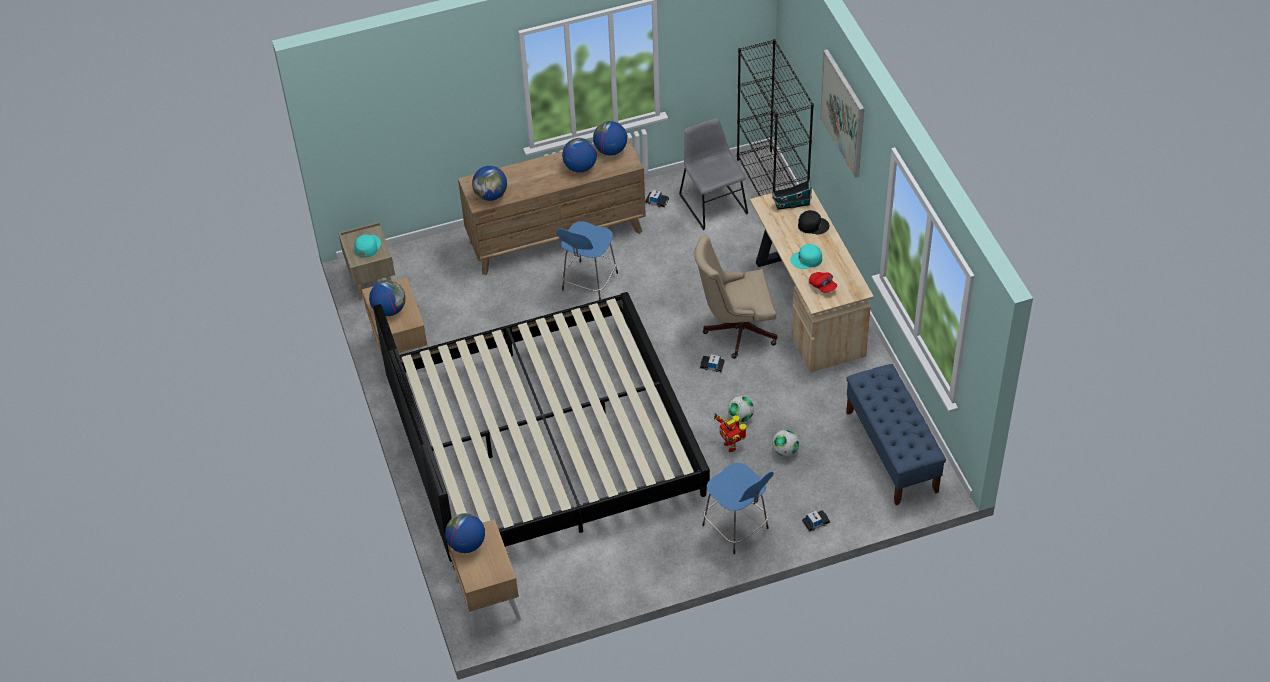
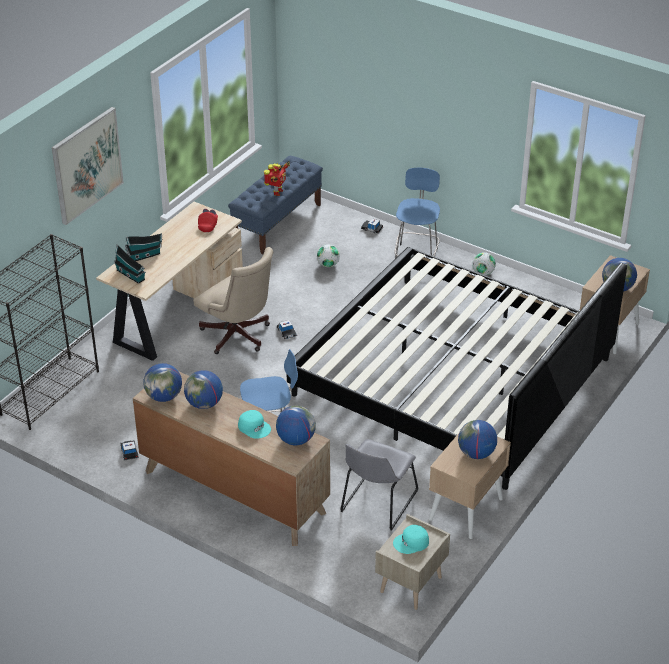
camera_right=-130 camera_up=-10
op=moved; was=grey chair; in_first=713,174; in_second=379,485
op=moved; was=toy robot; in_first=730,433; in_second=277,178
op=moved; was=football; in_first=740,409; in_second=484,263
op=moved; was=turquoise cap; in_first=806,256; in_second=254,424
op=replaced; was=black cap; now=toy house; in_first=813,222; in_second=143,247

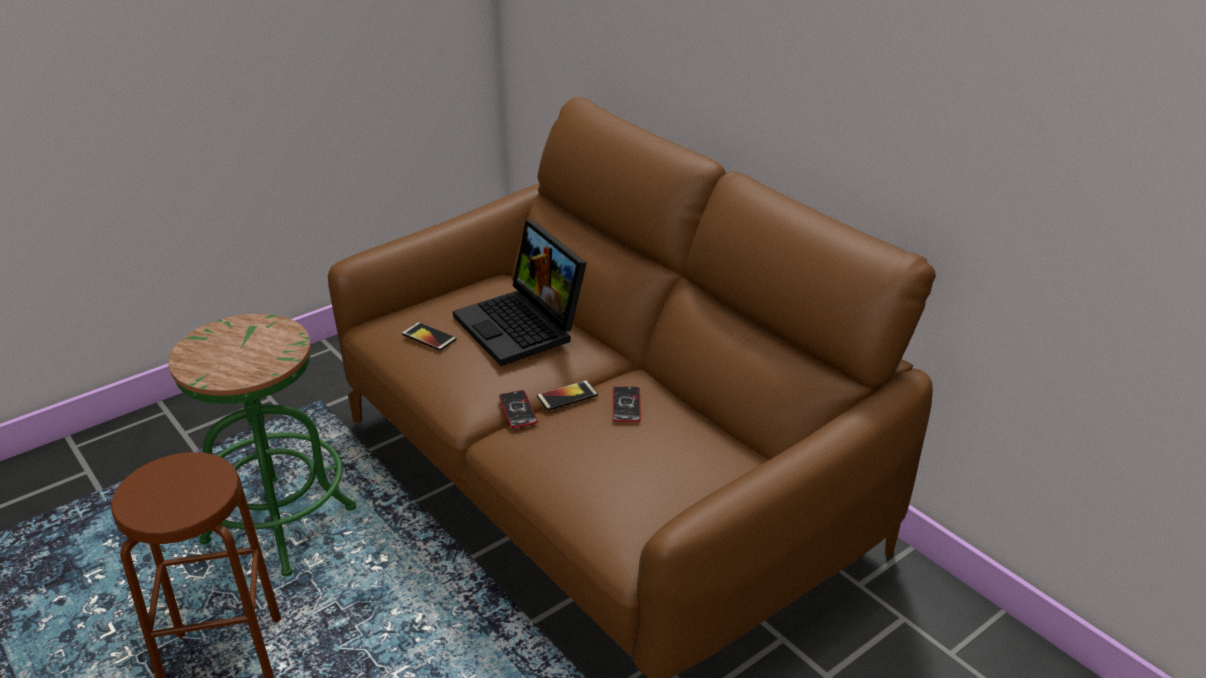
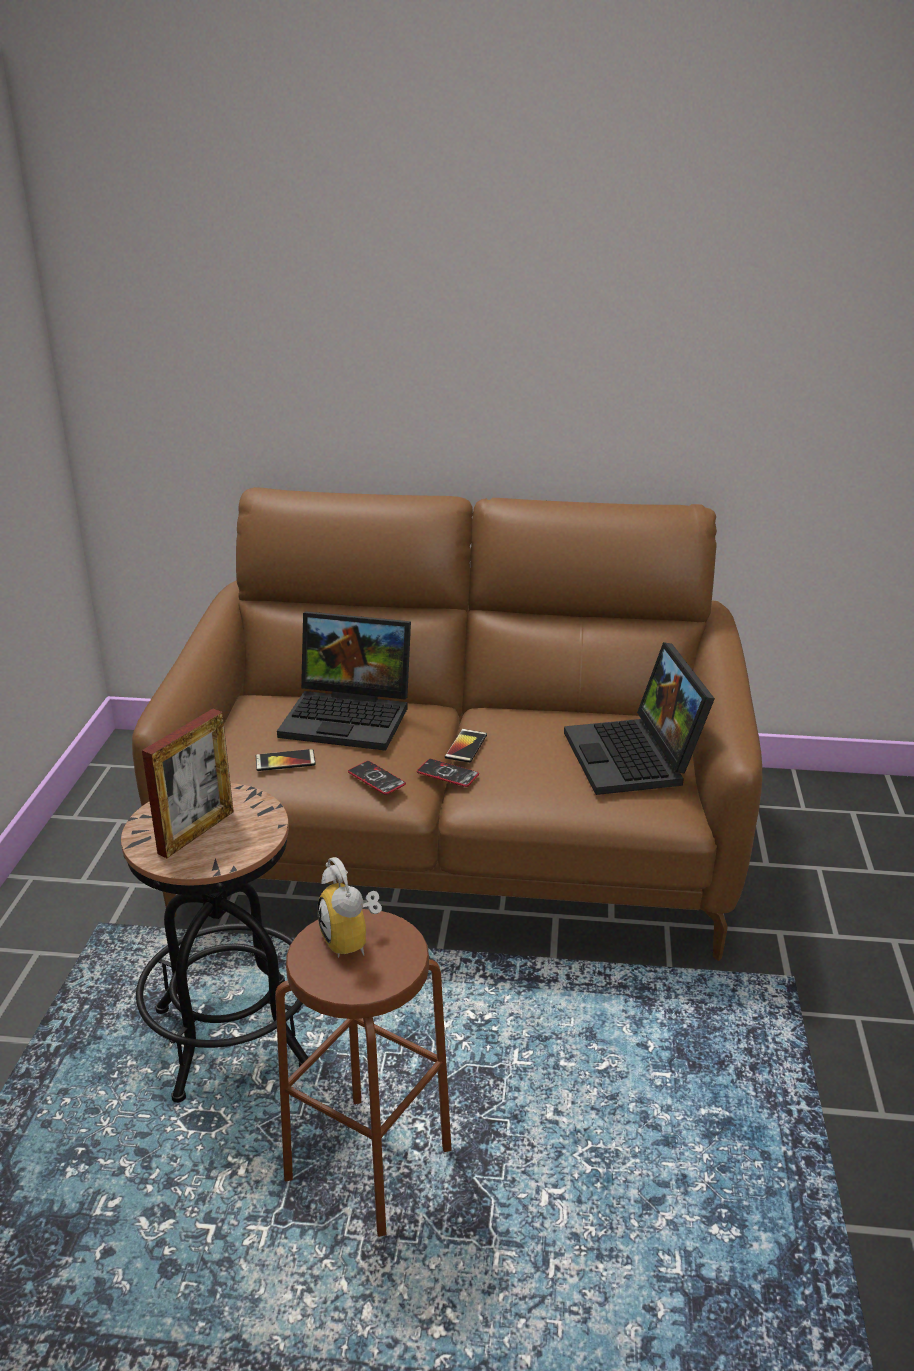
camera_right=-45 camera_up=-5
op=added; now=picture frame; in_second=188,783
op=added; now=alarm clock; in_second=349,907
op=added; now=laptop; in_second=639,718
op=moved; was=phone; in_first=627,404; in_second=377,778
op=recoloured; was=green stool; now=black stool; in_first=262,445; in_second=215,943

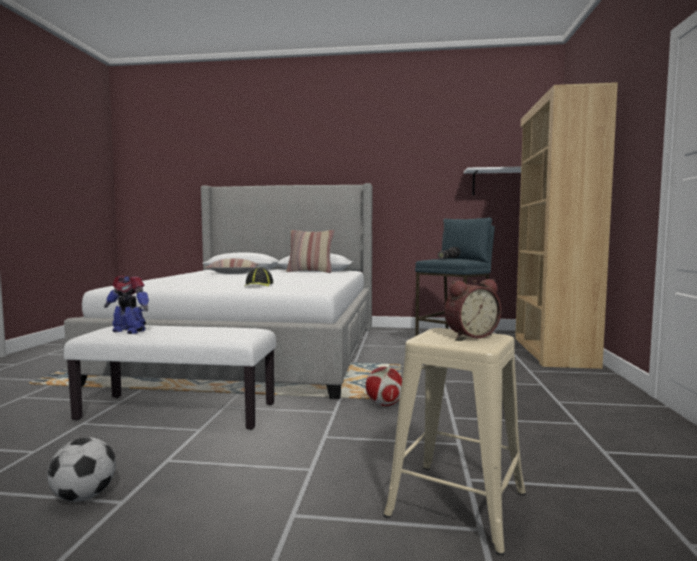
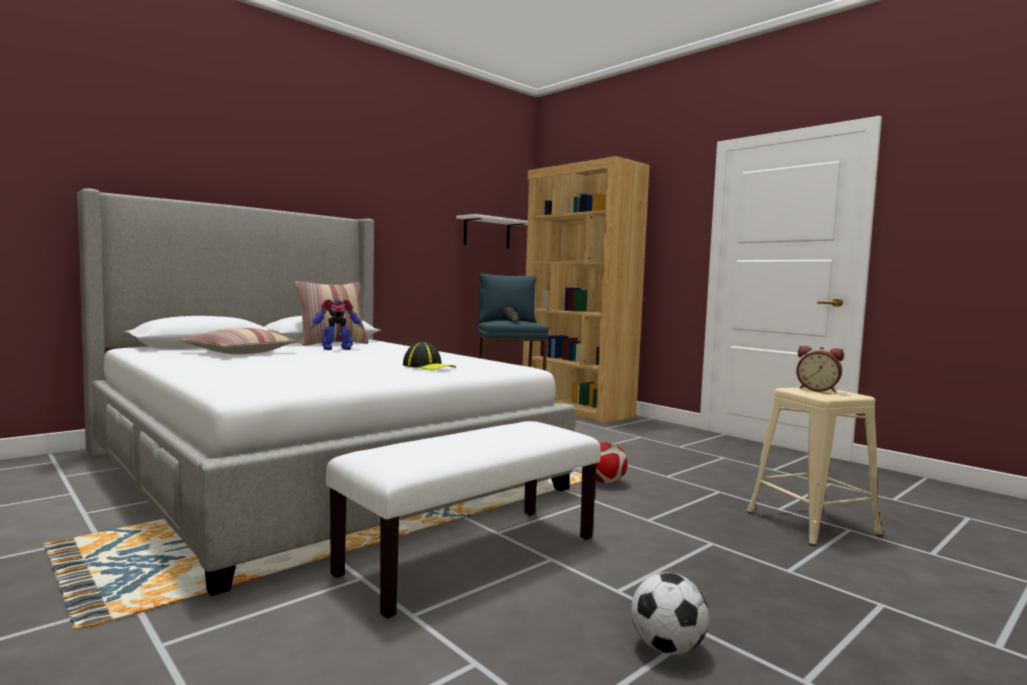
camera_right=-50 camera_up=0
op=moved; was=toy robot; in_first=126,305; in_second=337,324
op=turned; was=alarm clock; in_first=472,309; in_second=820,369; clockwise=105

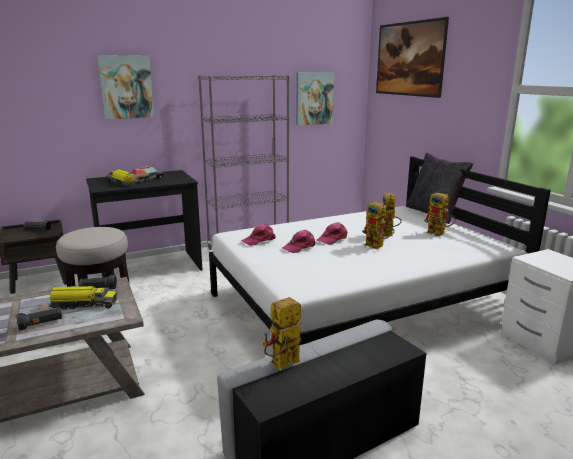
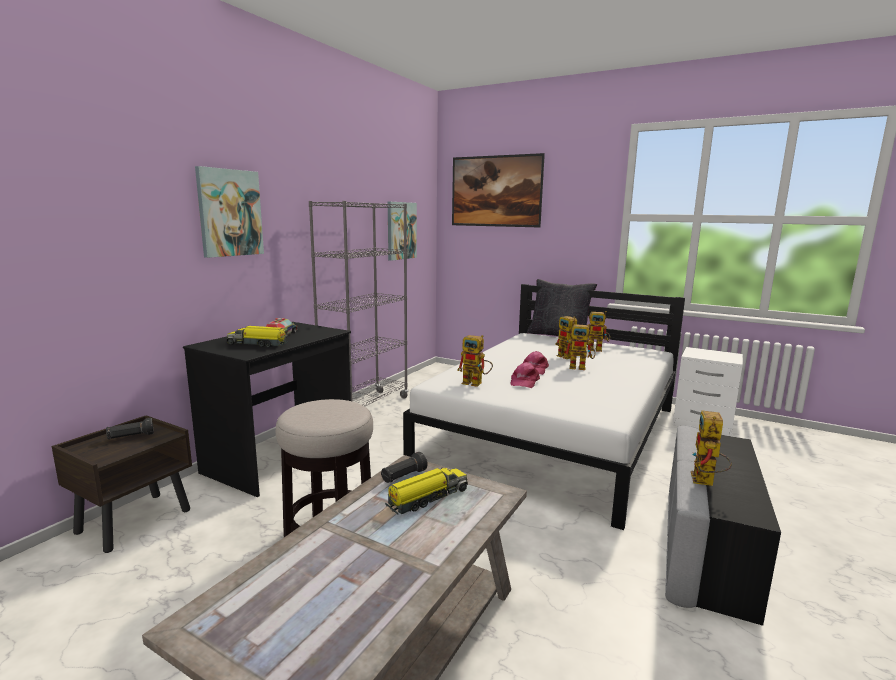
camera_right=-35 camera_up=-5
op=removed; was=black flashlight; in_first=39,318
op=replaced; was=pink cap; now=toy robot; in_first=258,235; in_second=475,361

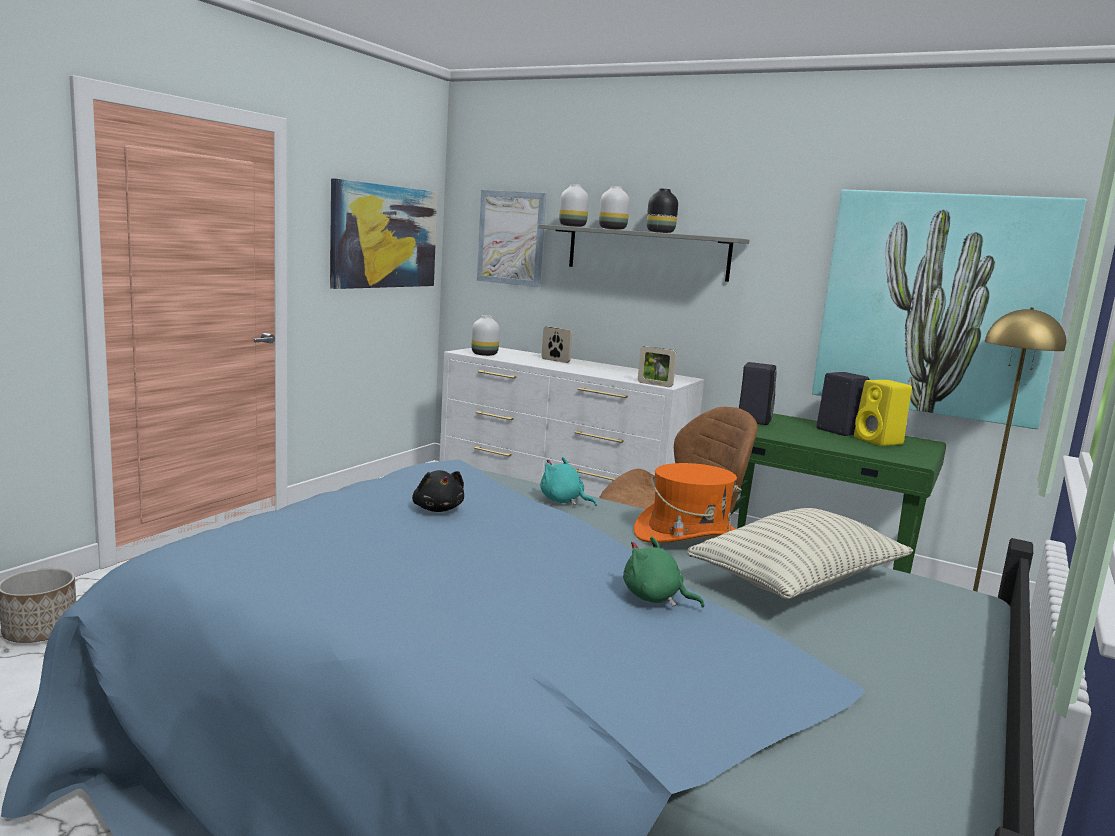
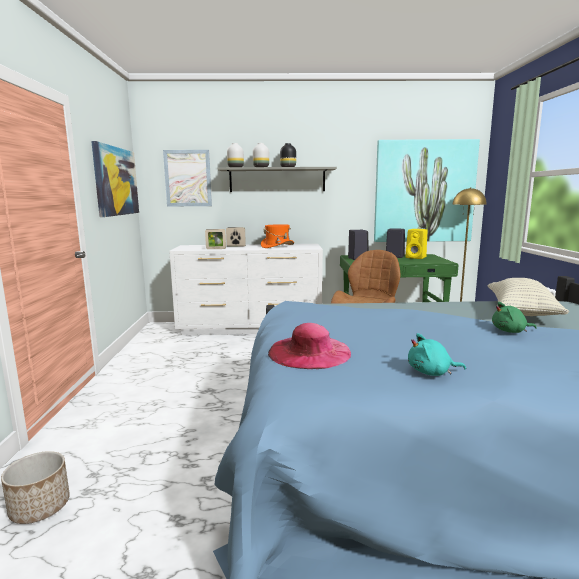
camera_right=-30 camera_up=0
op=removed; was=black plush toy; in_first=438,491
op=removed; was=white vase; in_first=485,335
op=added; now=pink hat; in_second=309,346
op=moved; was=turquoise plush toy; in_first=568,481; in_second=437,354
op=moved; was=orange hat; in_first=688,503; in_second=277,236
op=moved; was=picture frame; in_first=657,366; in_second=215,239

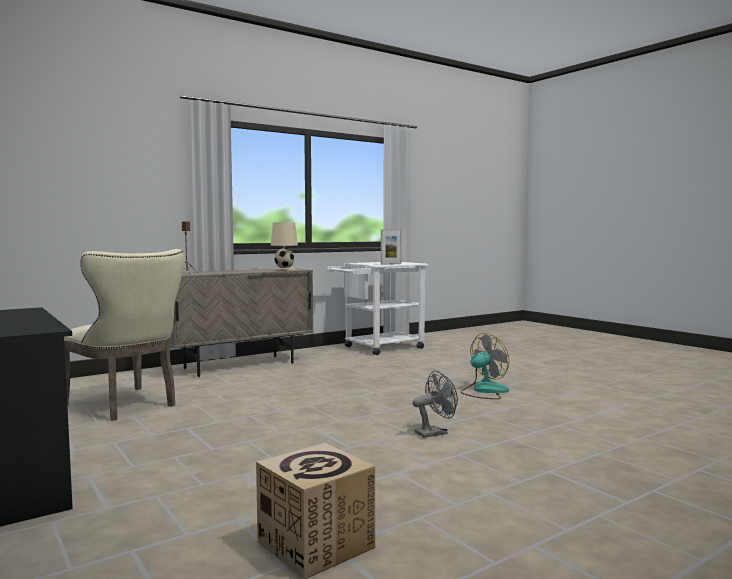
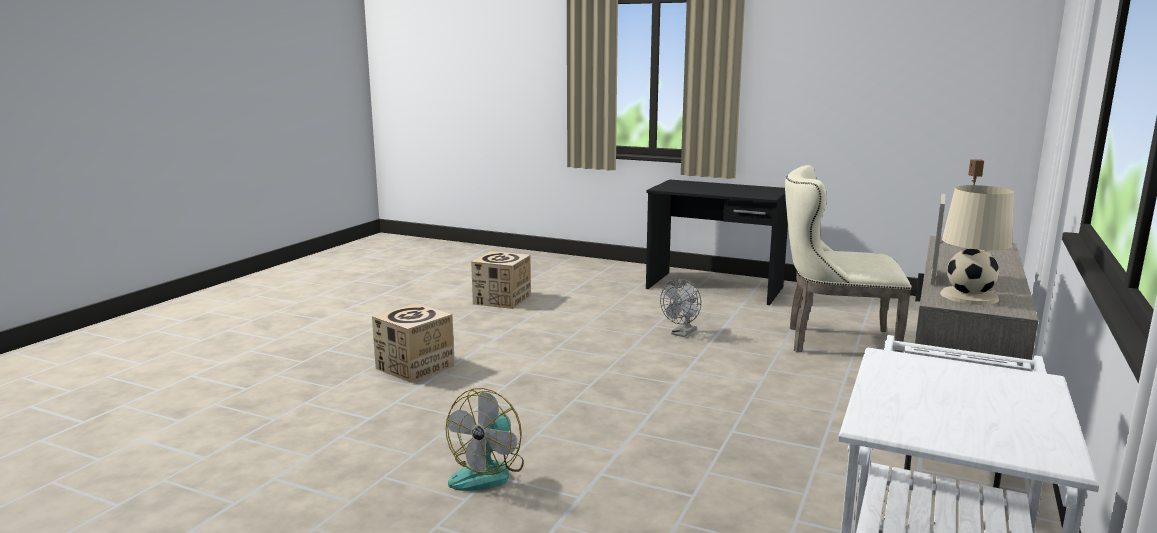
camera_right=150 camera_up=10
op=added; now=cardboard box; in_second=413,343
op=moved; was=picture frame; in_first=391,247; in_second=937,239
op=moved; was=grey fan; in_first=435,404; in_second=680,308

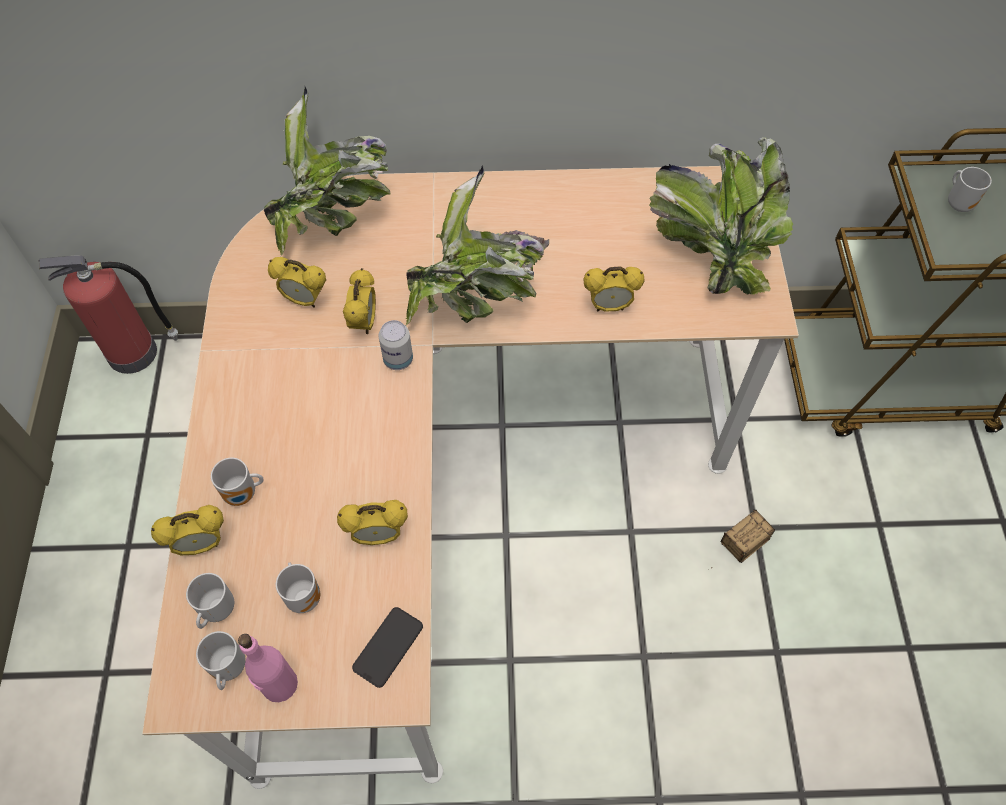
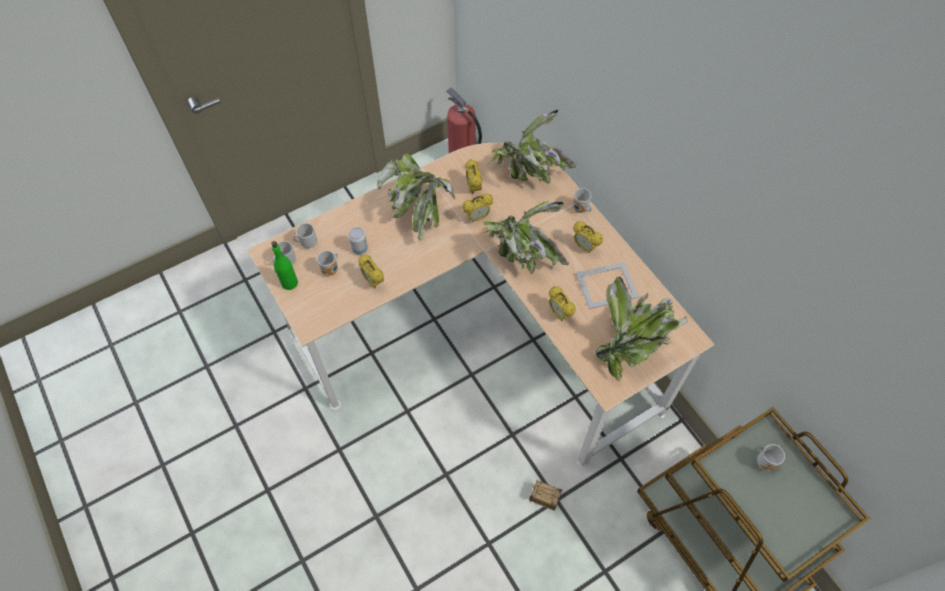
camera_right=60 camera_up=0
op=removed; was=phone; in_first=387,647
op=added; now=potted plant; in_second=416,197
op=added; now=picture frame; in_second=607,285
op=moved; was=alarm clock; in_first=187,530; in_second=588,237
op=moved; was=mug; in_first=237,482; in_second=582,200
op=moved; was=can; in_first=396,345; in_second=358,241
op=recoloured; was=pink bottle; now=green bottle; in_first=268,668; in_second=284,265

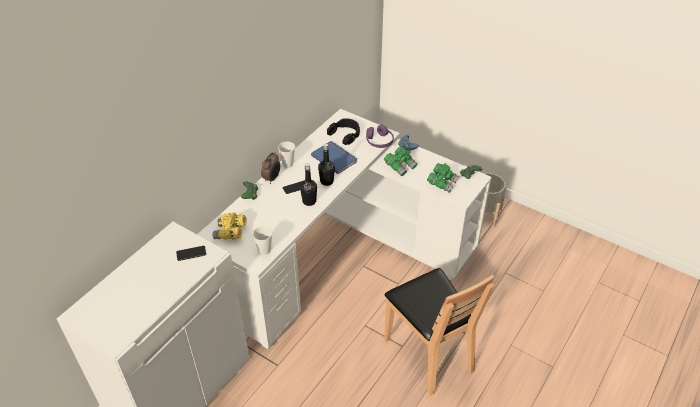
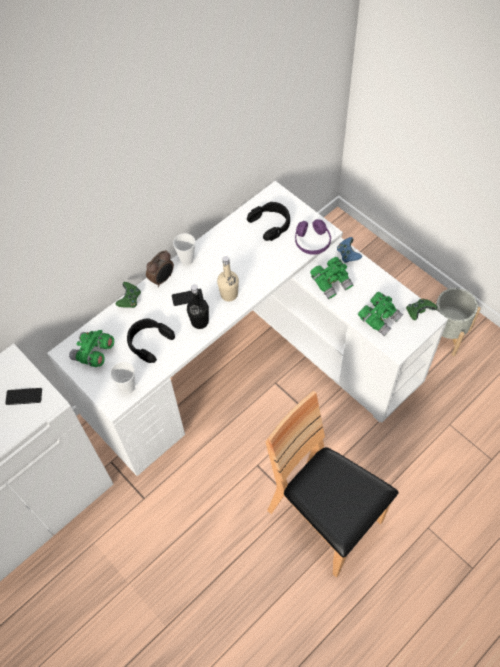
camera_right=15 camera_up=15
op=removed; was=blue book; in_first=334,157
op=added; now=black headphones; in_second=151,341
op=recoloured; was=yellow binoculars; now=green binoculars; in_first=229,226; in_second=91,348
op=recoloured; was=black bottle; now=beige bottle; in_first=326,165; in_second=228,279
op=turned; was=brown chair; in_first=439,332; in_second=331,484; clockwise=150

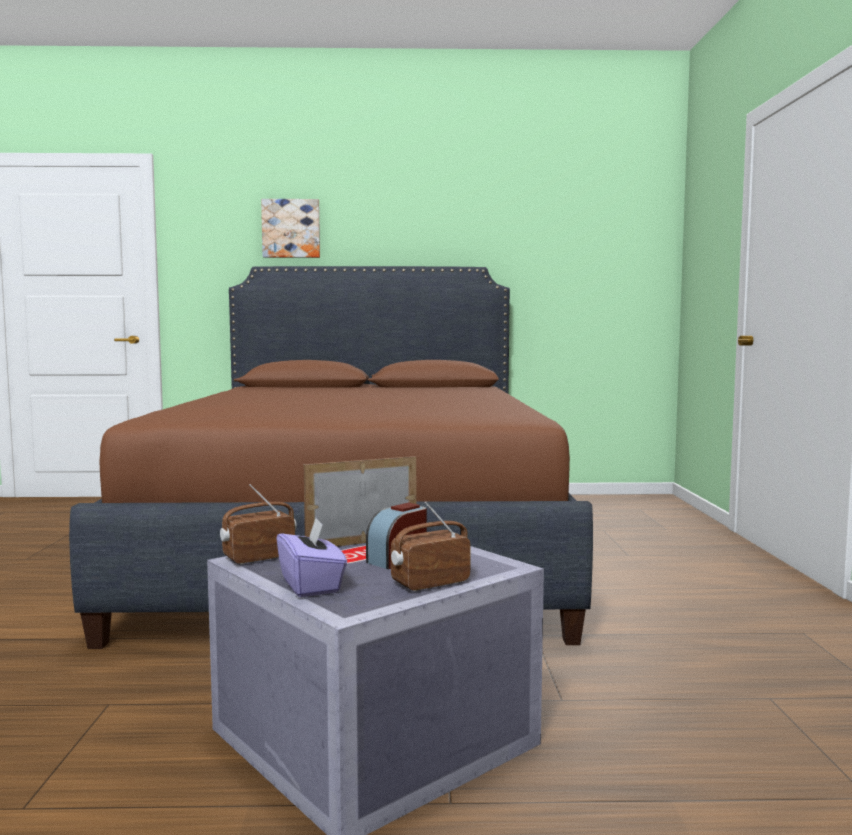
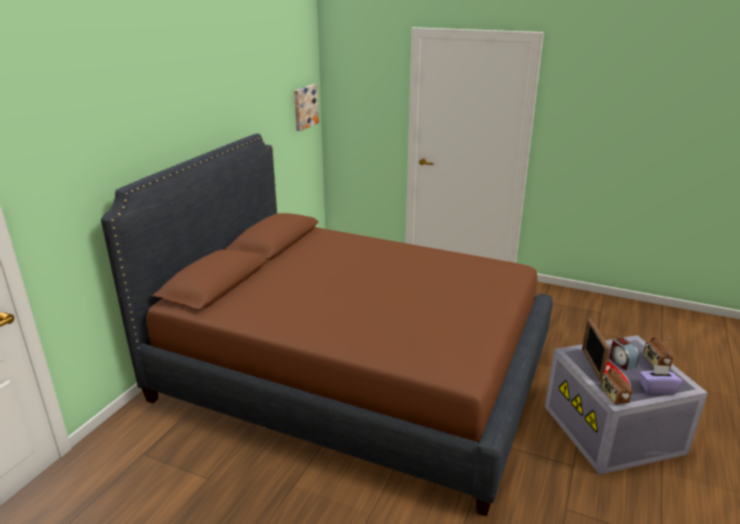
camera_right=-65 camera_up=20
op=moved; was=picture; in_first=290,228; in_second=306,107

